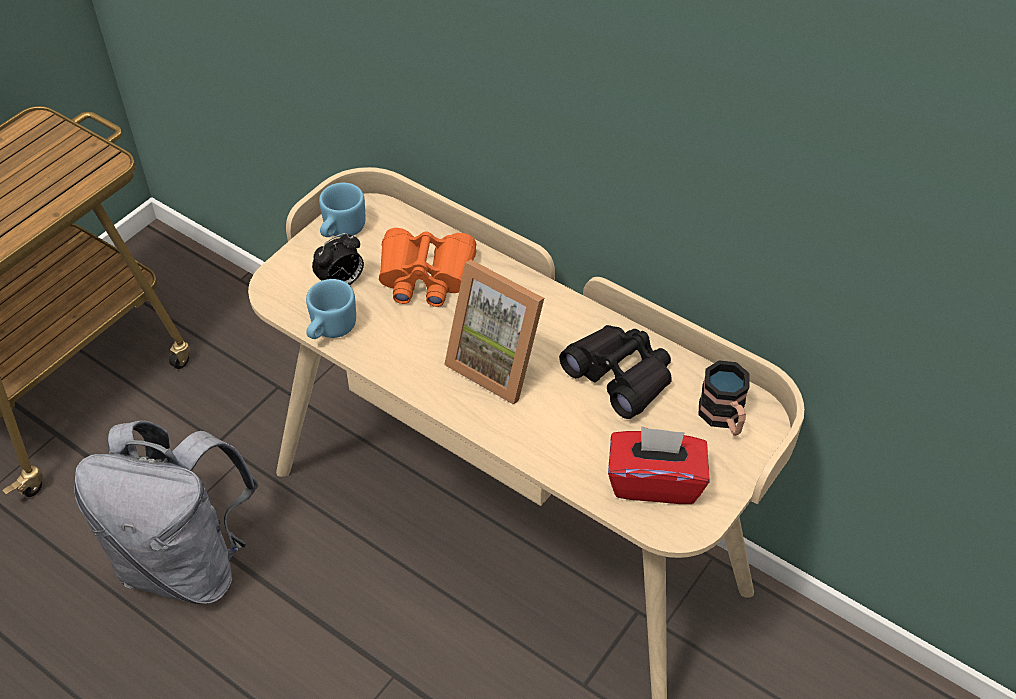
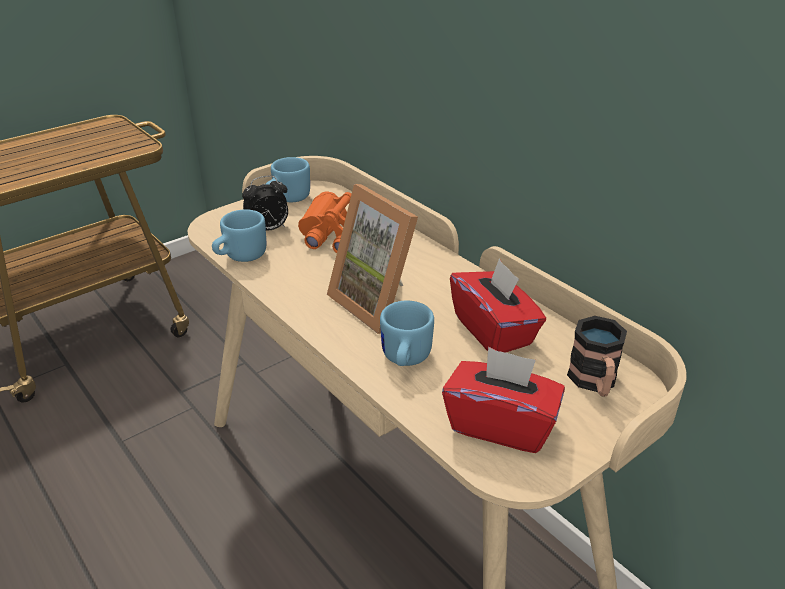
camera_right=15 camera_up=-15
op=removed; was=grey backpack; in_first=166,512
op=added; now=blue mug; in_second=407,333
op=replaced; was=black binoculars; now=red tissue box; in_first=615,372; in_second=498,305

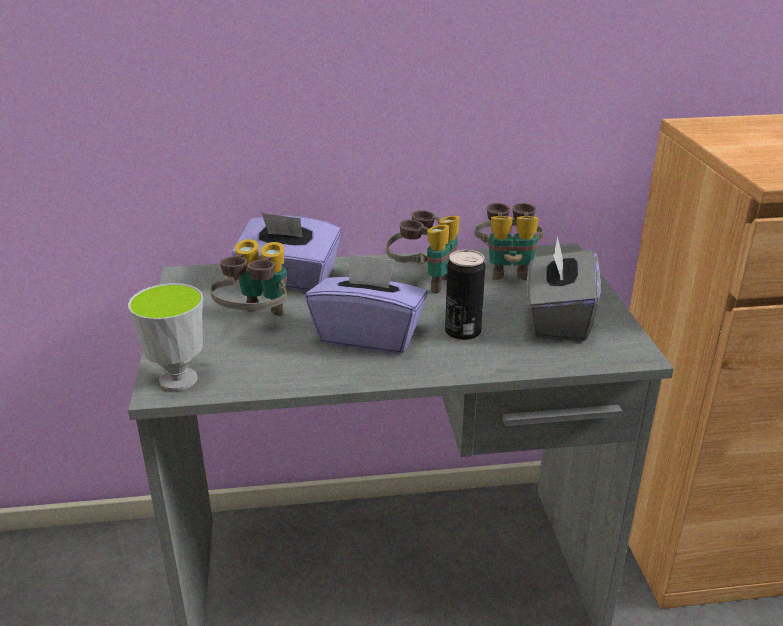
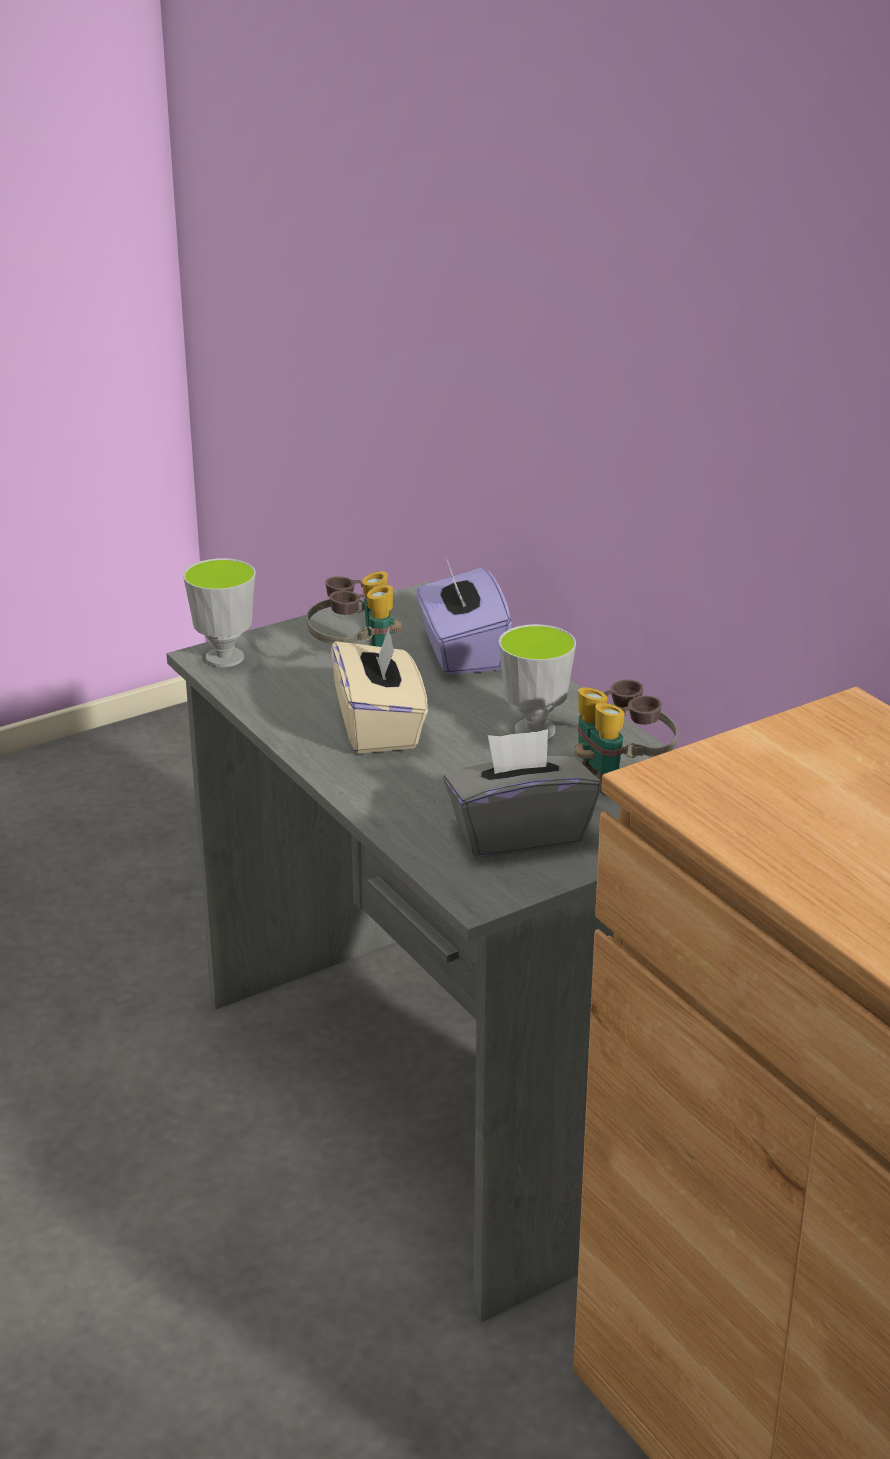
camera_right=65 camera_up=0
op=removed; was=can; in_first=465,295
op=replaced; was=binoculars; now=cup; in_first=423,252; in_second=537,681
op=recoloured; was=purple tissue box; now=beige tissue box; in_first=367,303; in_second=379,690

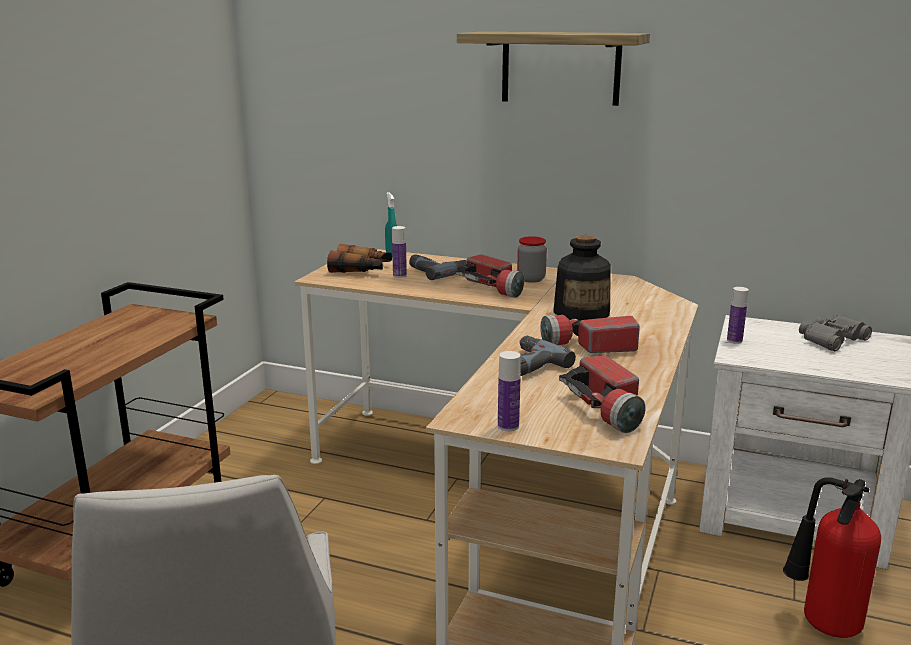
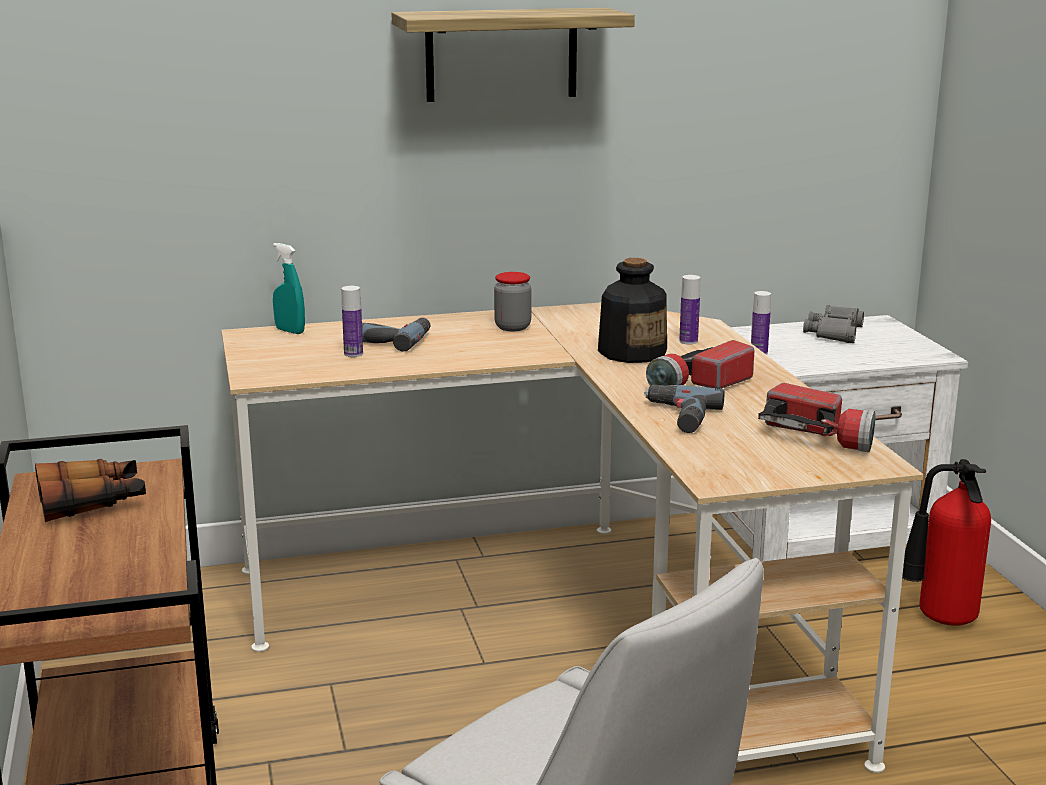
camera_right=-35 camera_up=0
op=removed; was=flashlight; in_first=490,276
op=moved; was=binoculars; in_first=359,258; in_second=90,490
op=moved; was=bottle; in_first=509,391; in_second=689,309

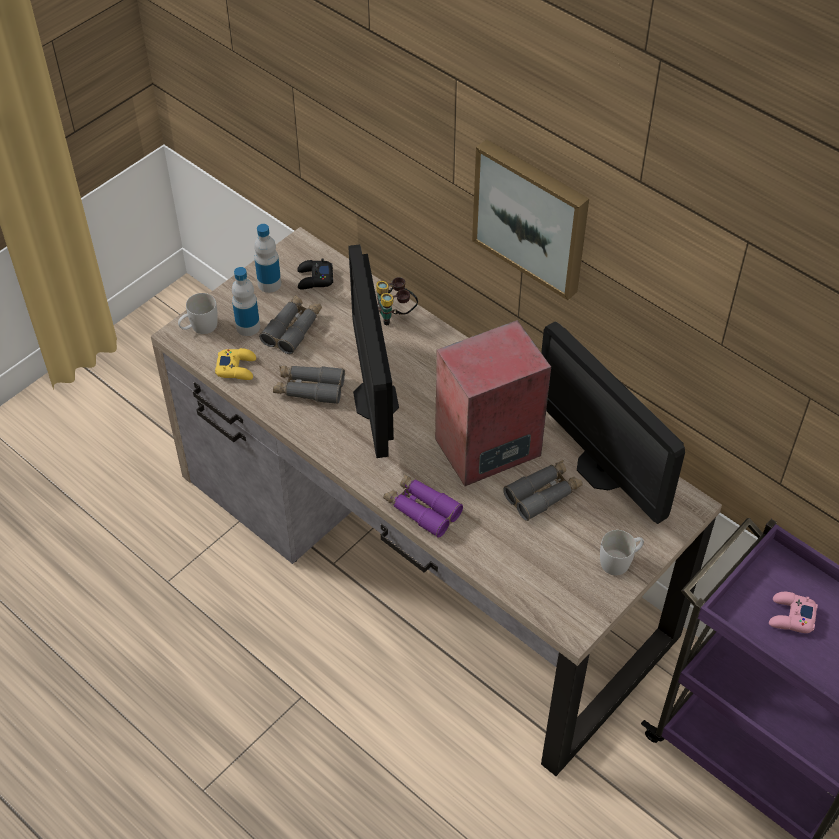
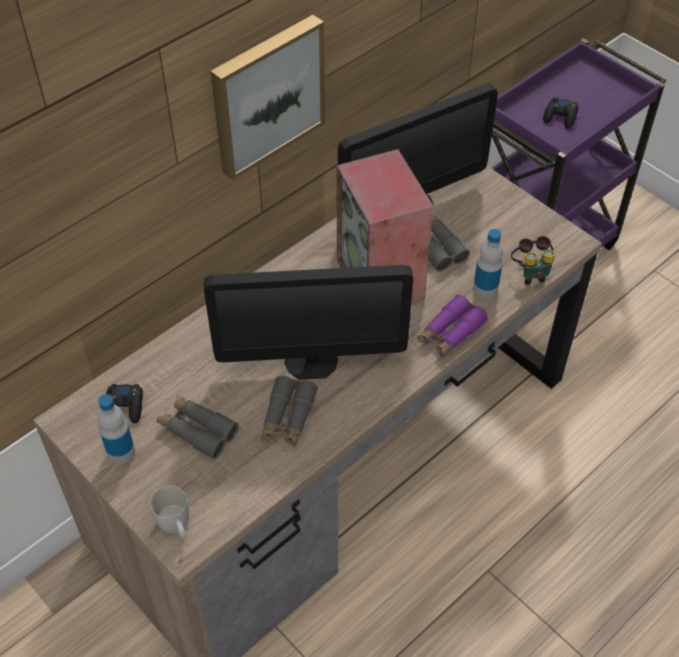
camera_right=-85 camera_up=0
op=removed; was=yellow game controller; in_first=235,364
op=removed; was=white mug; in_first=622,552
op=moved; was=bottle; in_first=246,301; in_second=488,264
op=moved; was=binoculars; in_first=397,301; in_second=533,260
op=recoloured; was=pink game controller; now=black game controller; in_first=793,612; in_second=560,113

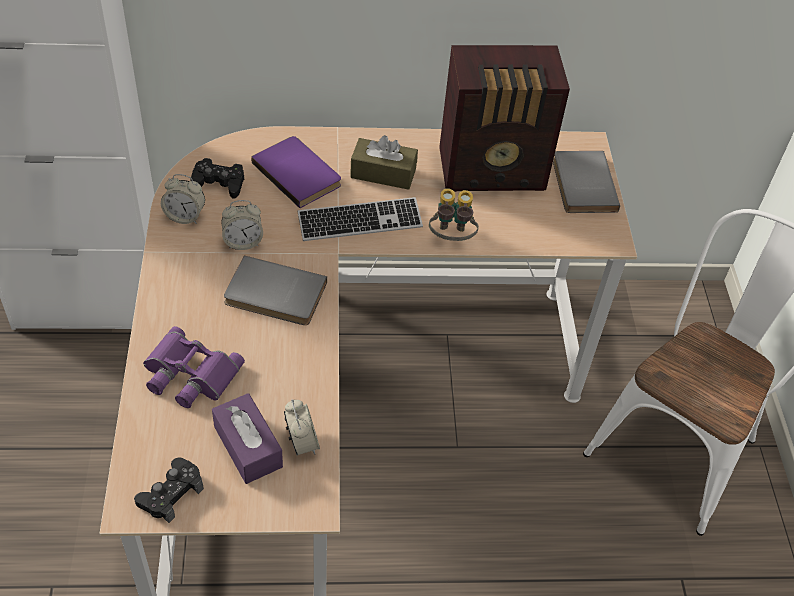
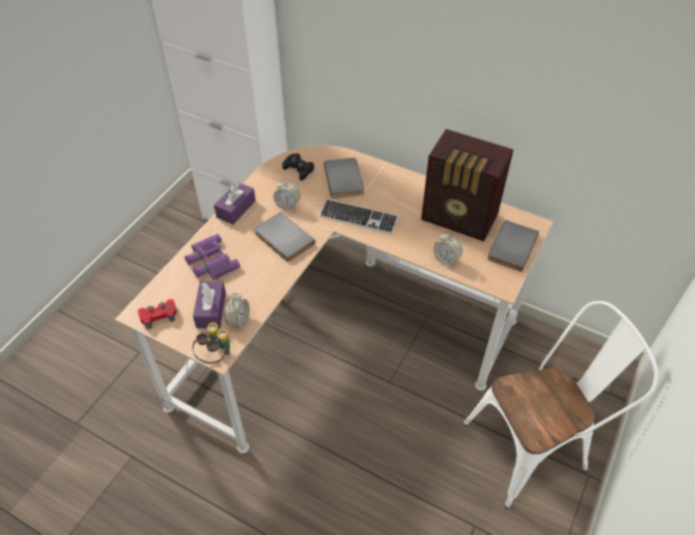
camera_right=35 camera_up=0
op=removed; was=brown tissue box; in_first=384,162
op=added; now=purple tissue box; in_second=235,203
op=moved; was=alarm clock; in_first=183,199; in_second=447,249
op=moved; was=binoculars; in_first=454,214; in_second=211,343
op=recoloured; was=black game controller; now=red game controller; in_first=169,490; in_second=157,314
op=recoloured; was=purple book; now=grey book; in_first=296,172; in_second=344,178

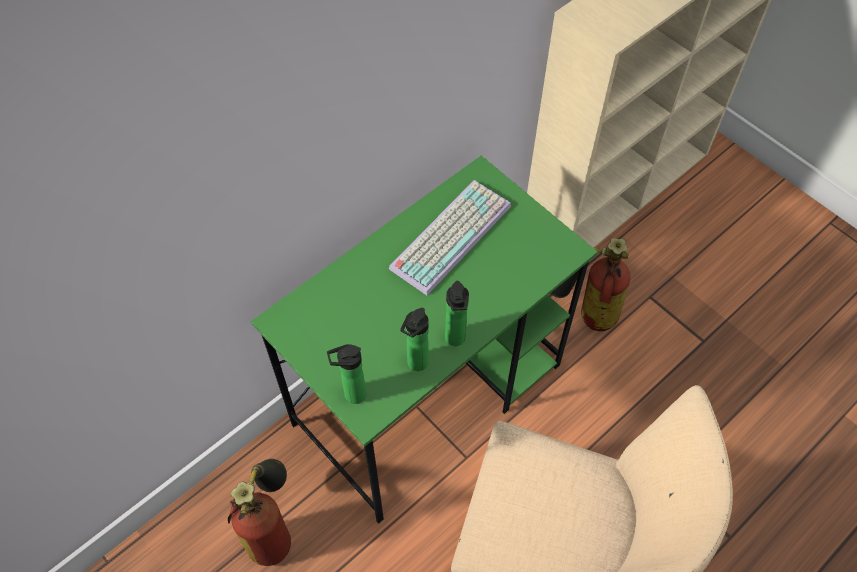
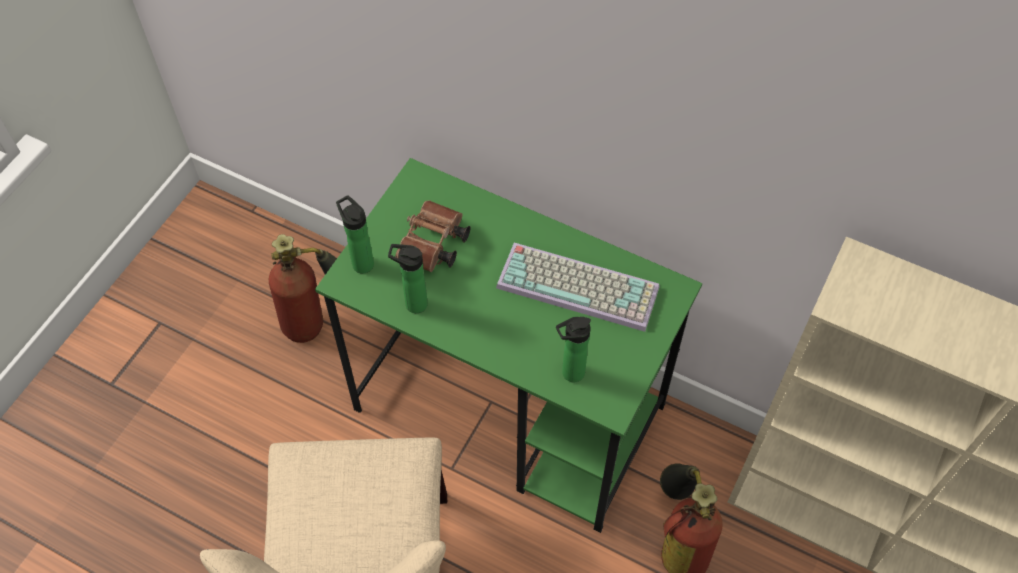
camera_right=70 camera_up=0
op=added; now=brown binoculars; in_second=432,236
op=moved; was=bottle; in_first=457,313; in_second=573,349

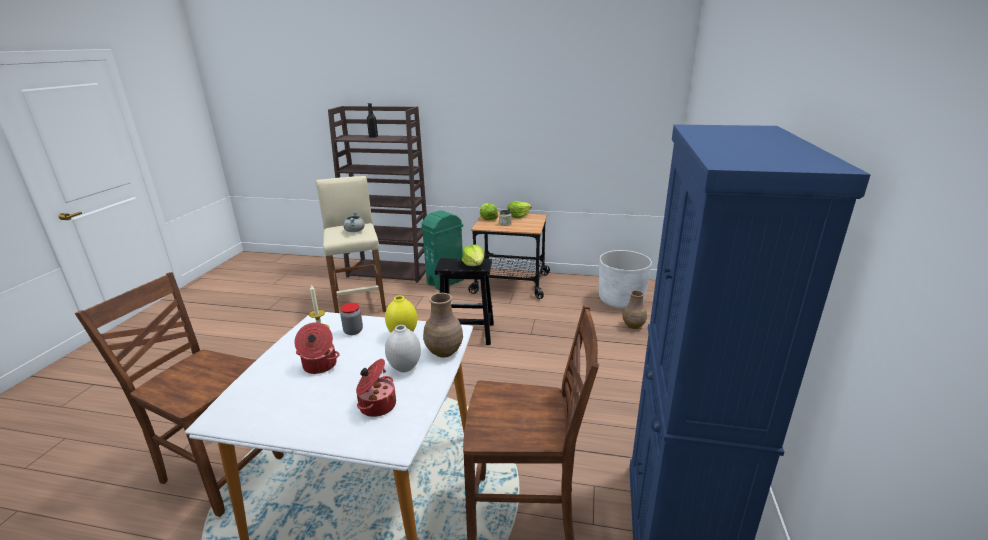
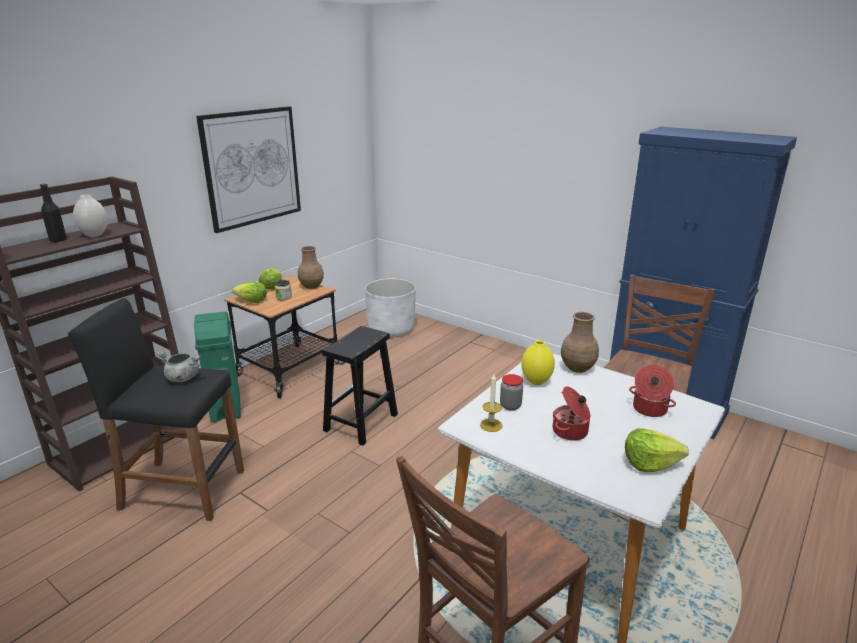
camera_right=-65 camera_up=0
op=added; now=picture; in_second=248,169
op=moved; was=white vase; in_first=403,348; in_second=90,216
op=moved; was=lettuce; in_first=473,255; in_second=657,450
op=moved; was=brown vase; in_first=634,309; in_second=311,267
op=recoloured; was=beige stool; now=black stool; in_first=351,244; in_second=156,409

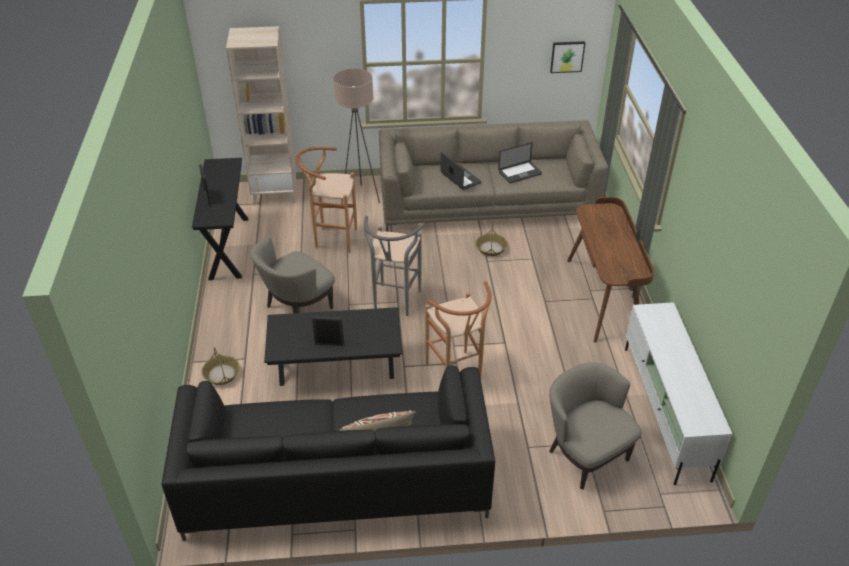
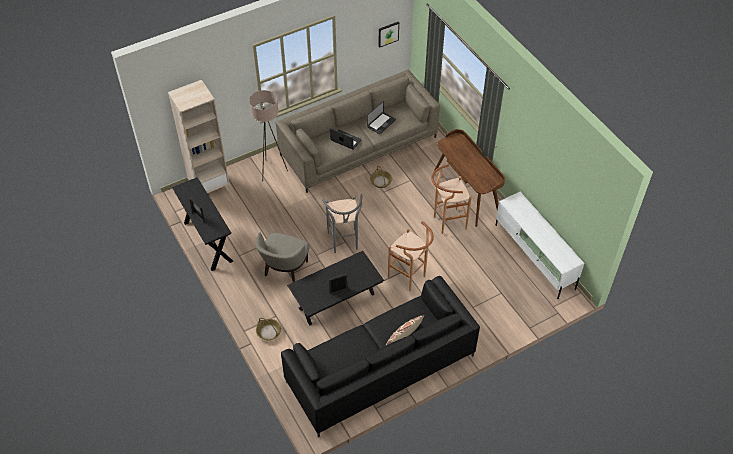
camera_right=-25 camera_up=10
op=removed; was=beige armchair; in_first=595,426
op=moved; was=brown stool; in_first=326,200; in_second=451,199

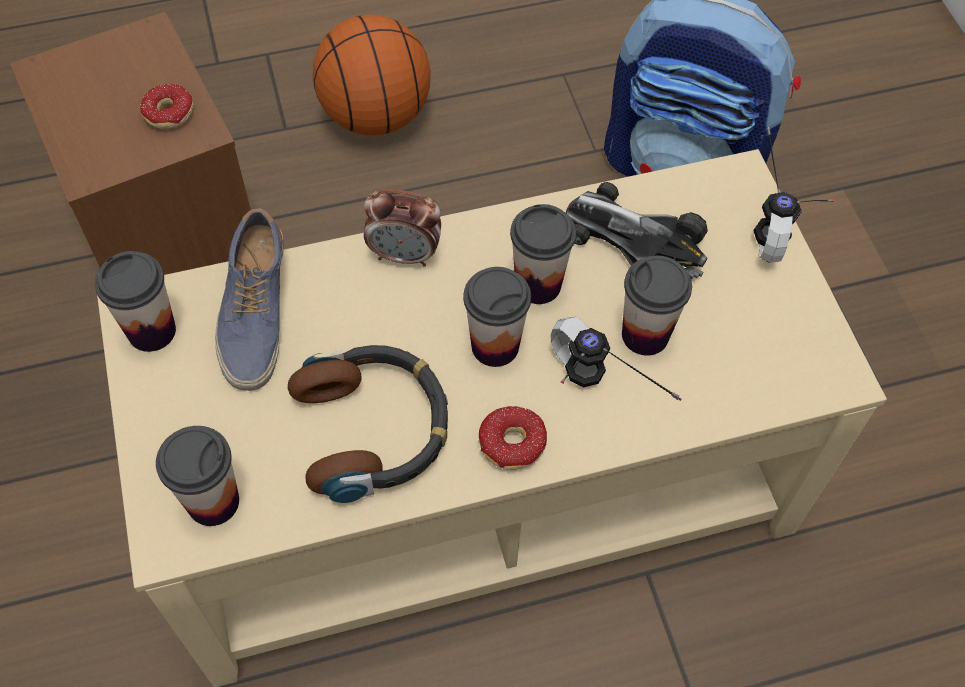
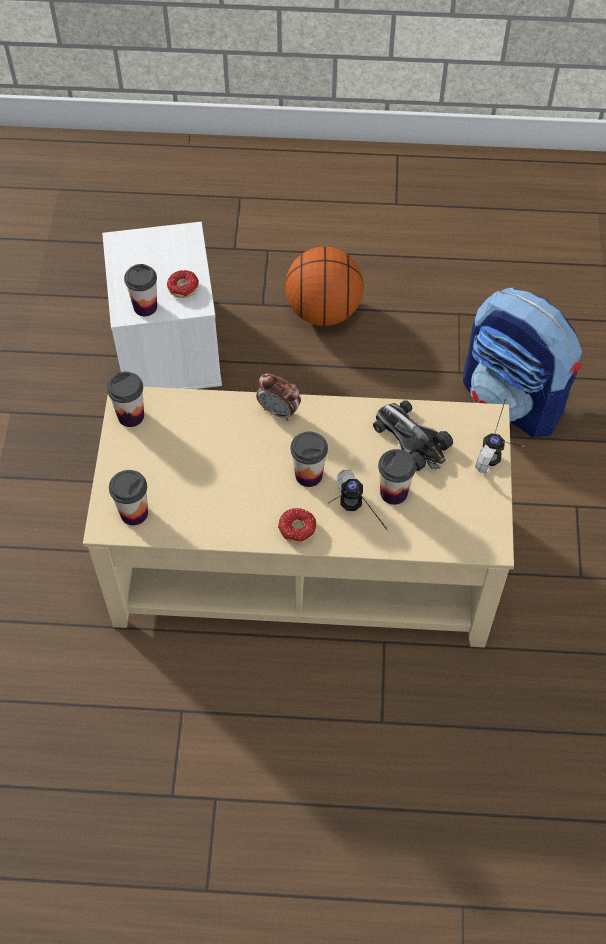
camera_right=20 camera_up=0
op=removed; was=shoe; in_first=249,299
op=removed; was=headphones; in_first=368,424
op=moved; was=cup; in_first=543,254; in_second=140,290
op=recoloured; was=brown storage box; now=white storage box; in_first=130,143; in_second=162,305

